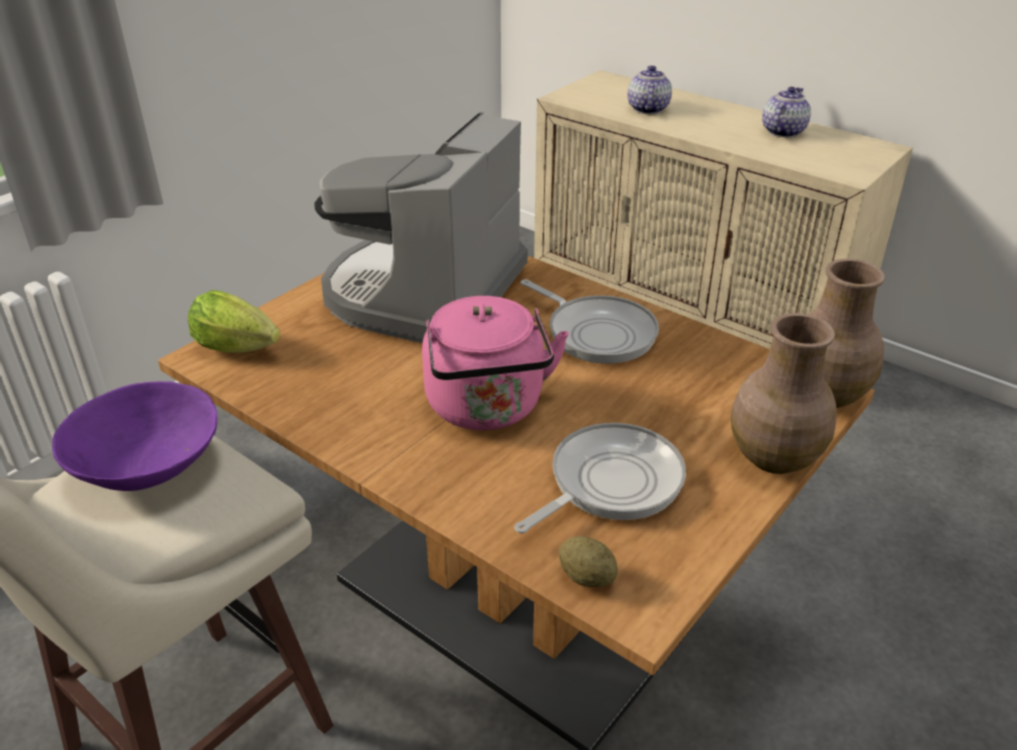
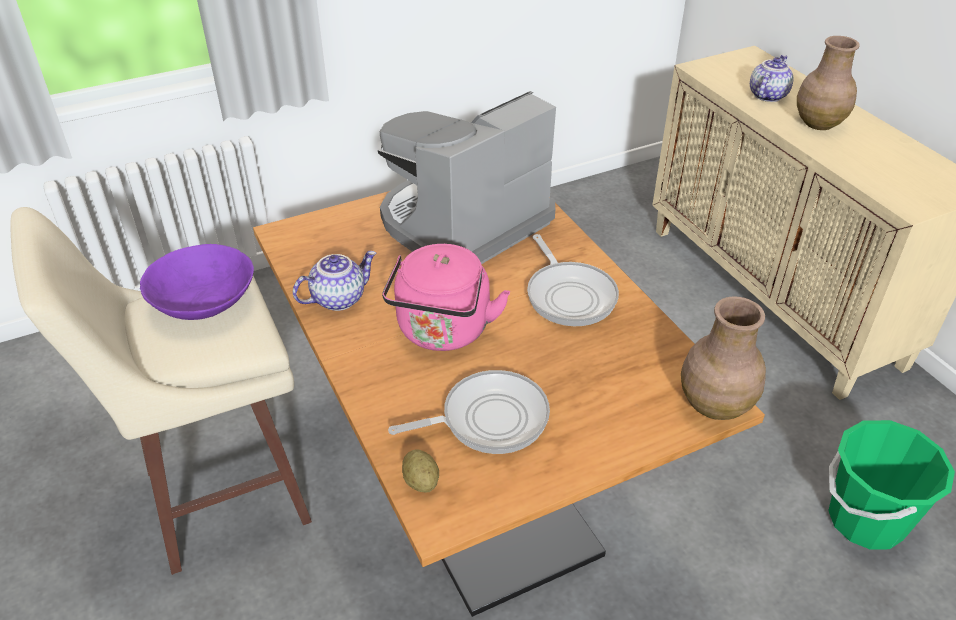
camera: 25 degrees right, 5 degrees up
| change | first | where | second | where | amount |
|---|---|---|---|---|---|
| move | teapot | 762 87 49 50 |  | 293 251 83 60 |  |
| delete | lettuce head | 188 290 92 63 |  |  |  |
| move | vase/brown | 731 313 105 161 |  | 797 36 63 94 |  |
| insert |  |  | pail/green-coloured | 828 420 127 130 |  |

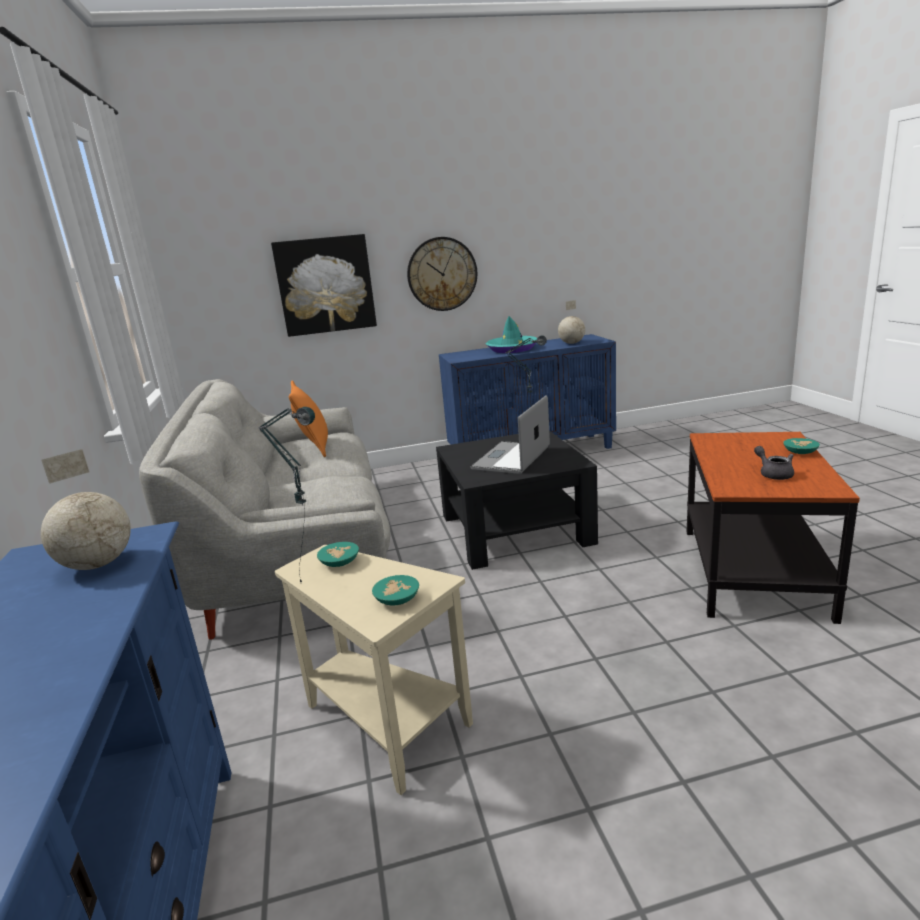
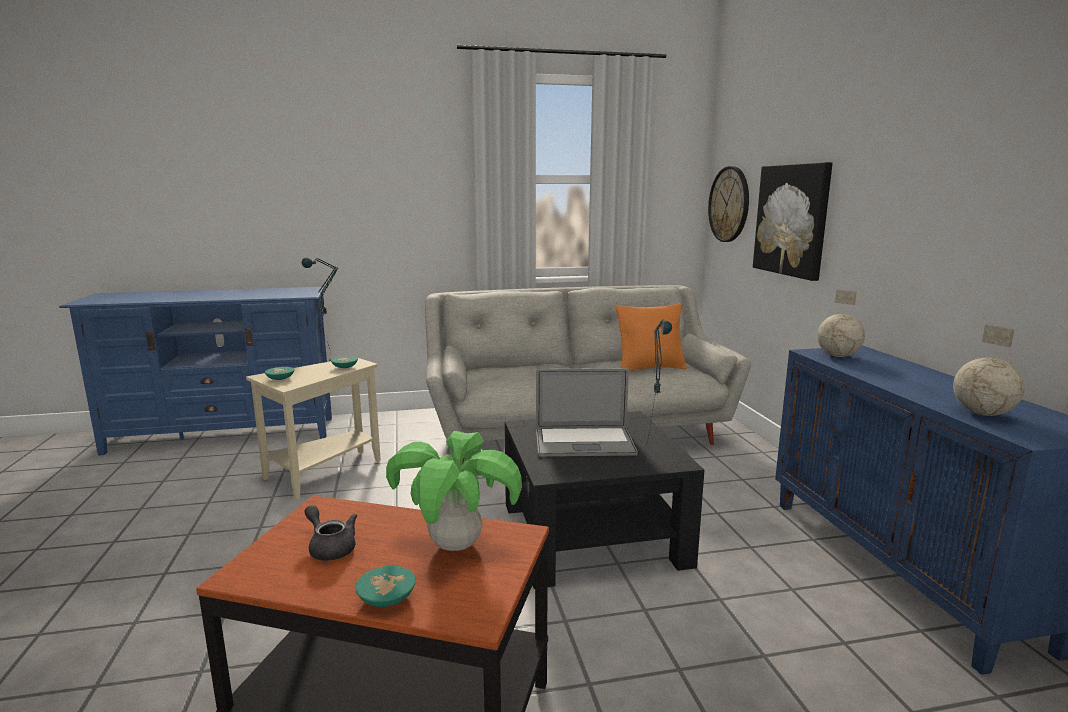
camera: 90 degrees right, 5 degrees down
| change | first | where | second | where | amount |
|---|---|---|---|---|---|
| move | wall clock | 407 237 70 74 |  | 708 166 41 76 |  |
| delete | hat/turquoise | 486 316 51 37 |  |  |  |
| rotate | portable computer | 470 395 80 79 |  | 536 368 102 89 | 150 degrees clockwise |
| rotate | teapot/gray | 754 446 40 34 |  | 305 505 52 56 | 120 degrees counterclockwise |
| move | desk globe | 41 449 90 121 |  | 817 289 48 68 |  |
| insert |  |  | potted plant | 386 431 136 120 |  |

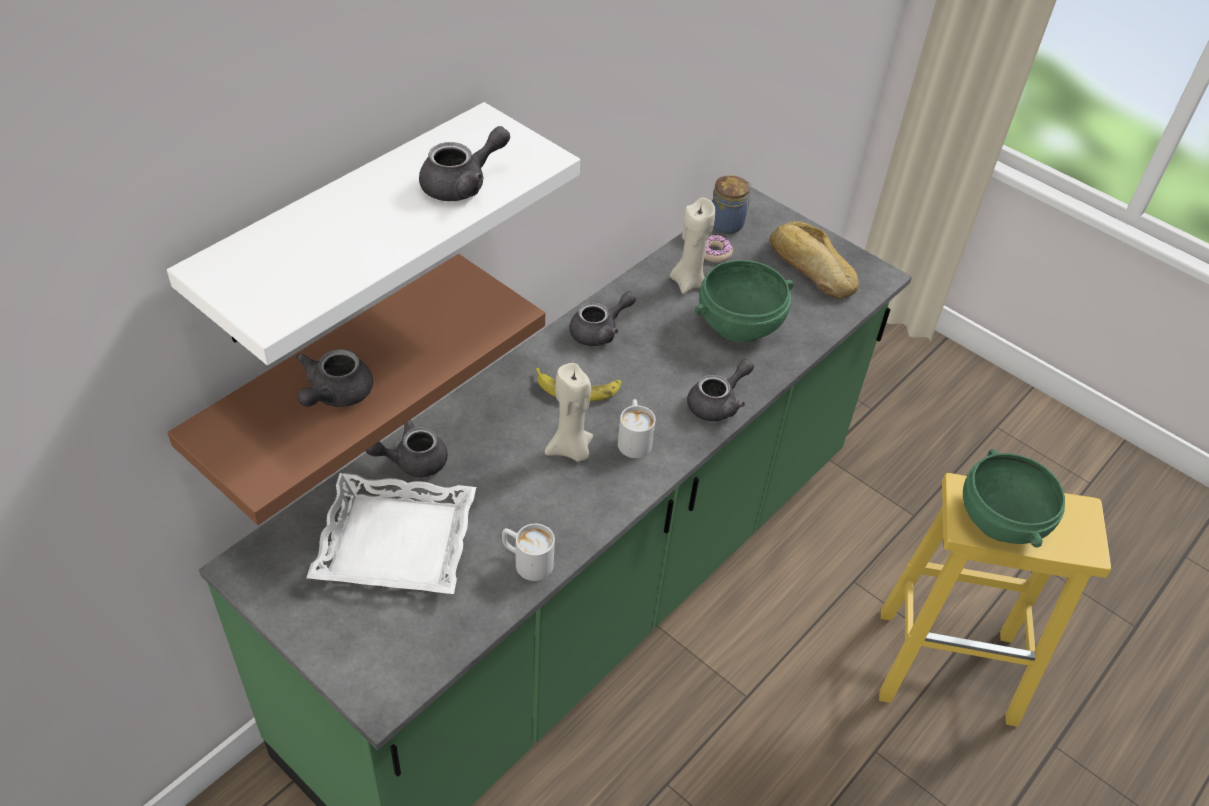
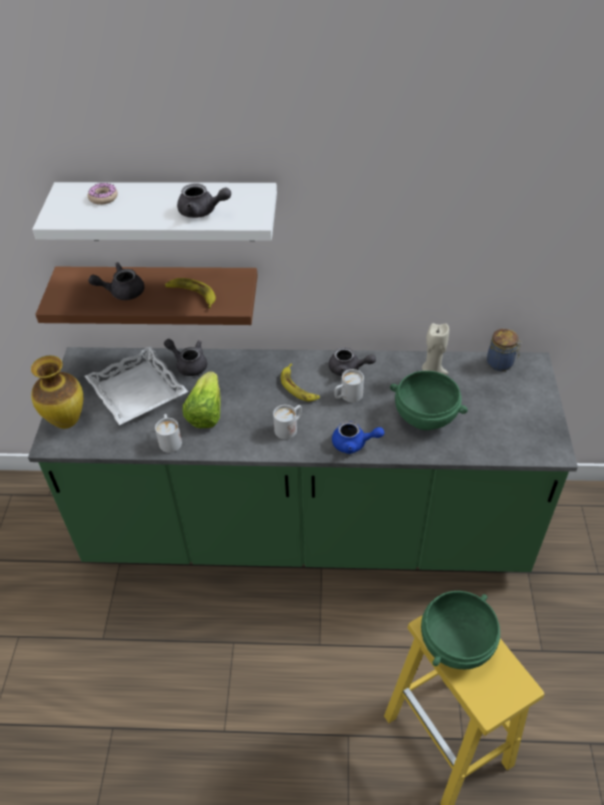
camera: 55 degrees right, 0 degrees up
| change | first | where | second | where | amount |
|---|---|---|---|---|---|
| delete | bread | 770 221 89 77 |  |  |  |
| move | doughnut | 704 235 29 27 |  | 88 183 30 22 |  |
| recolor | teapot/gray | 687 359 67 62 | teapot/blue-coloured | 332 421 52 33 |  |
| delete | candle/beige | 545 363 48 99 |  |  |  |
| insert |  |  | whole banana | 165 278 51 30 |  |
| insert |  |  | vase | 31 356 52 73 |  |
| insert |  |  | mug/whitish | 334 369 30 33 |  |
| insert |  |  | lettuce head | 182 371 39 57 |  |

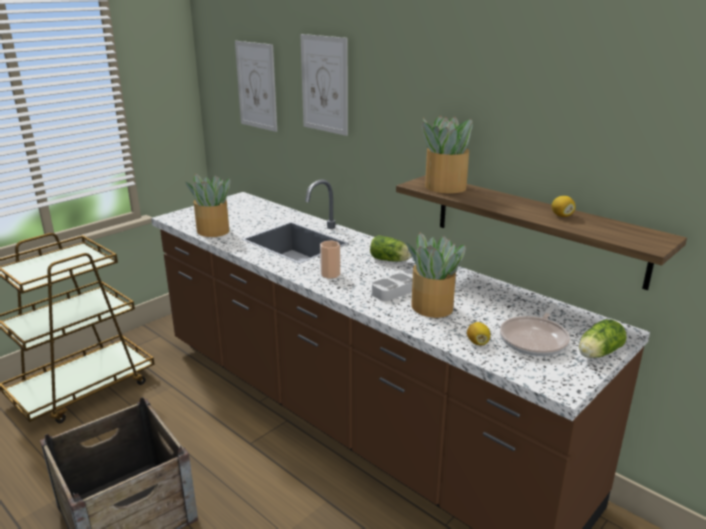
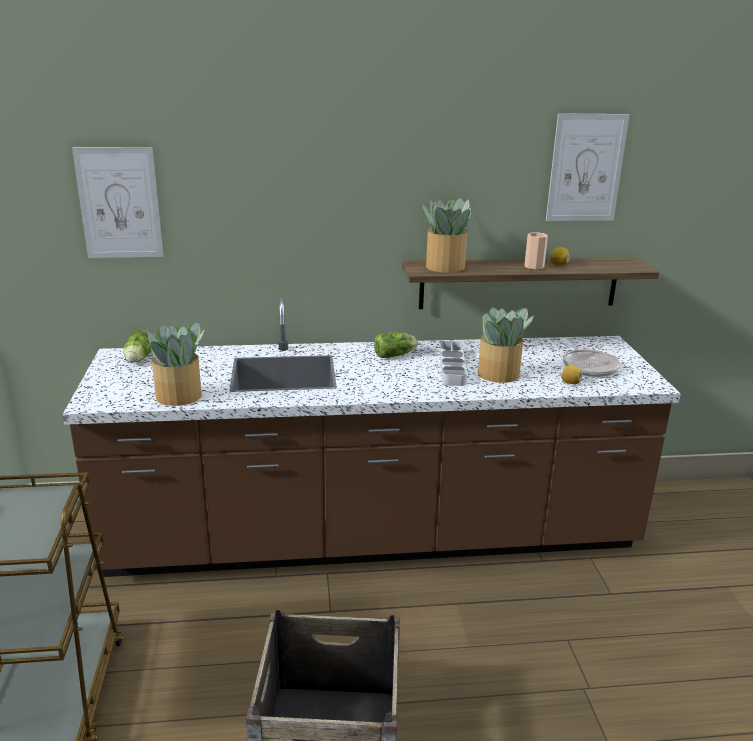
camera: 50 degrees left, 0 degrees up
| change | first | where | second | where | amount |
|---|---|---|---|---|---|
| move | wall picture | 300 34 48 102 |  | 546 113 84 108 |  |
| move | cup | 320 240 20 38 |  | 524 232 24 38 |  |
| move | lettuce head | 579 319 48 39 |  | 124 330 27 33 |  |

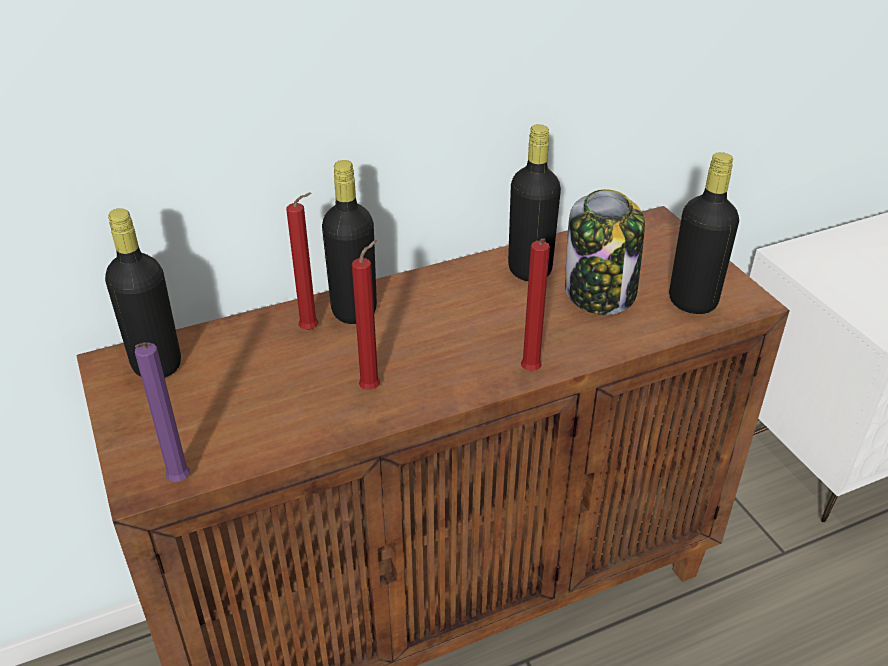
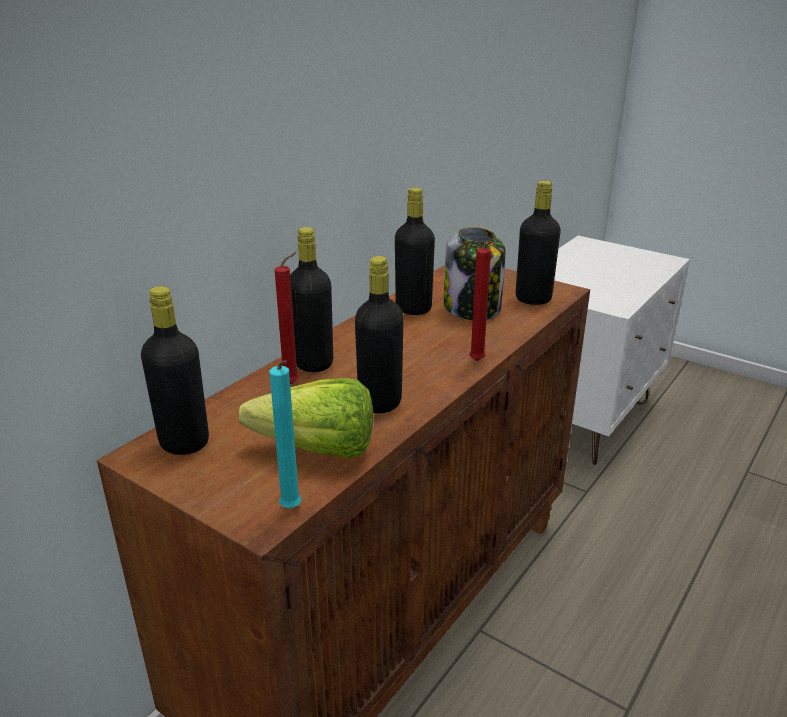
camera: 30 degrees left, 10 degrees down
| change | first | where | second | where | amount |
|---|---|---|---|---|---|
| replace | candle/reddish | 352 240 28 150 | beverage bottle/black-coloured | 355 256 49 157 |  |
| recolor | candle/purple-coloured | 135 342 55 140 | candle/turquoise | 269 360 32 148 |  |
| insert |  |  | lettuce head | 239 378 134 81 |  |

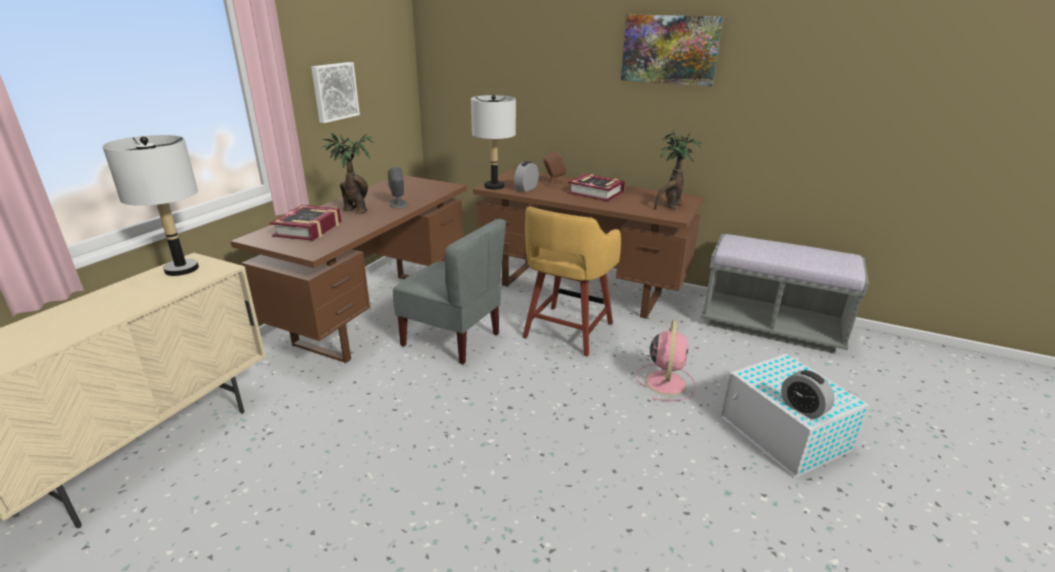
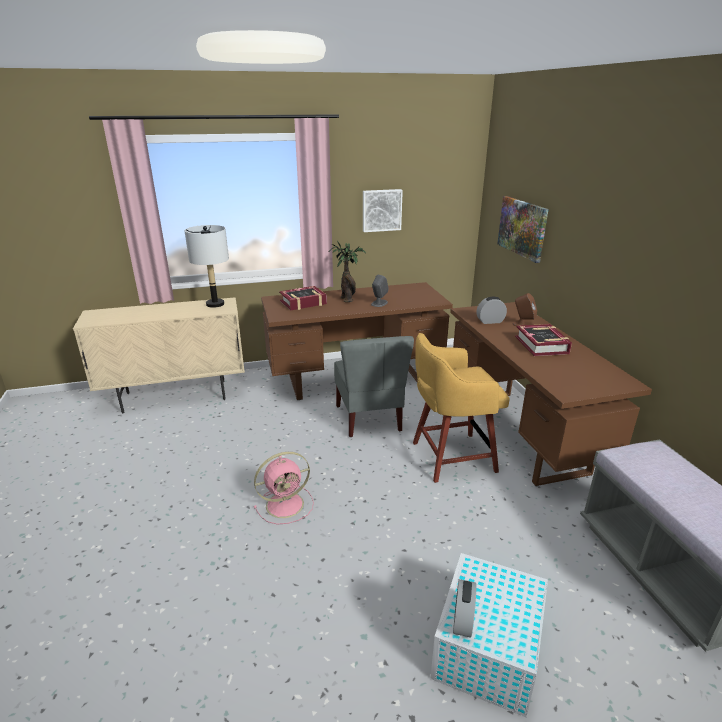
camera: 50 degrees right, 0 degrees up
| change | first | where | second | where | amount |
|---|---|---|---|---|---|
| move | wall picture | 621 14 102 72 |  | 497 196 52 67 |  |
| delete | lamp for a table/gray | 471 95 45 95 |  |  |  |
| delete | potted plant | 654 130 48 79 |  |  |  |
| move | fan/pinkish | 636 320 59 81 |  | 254 452 60 73 |  |

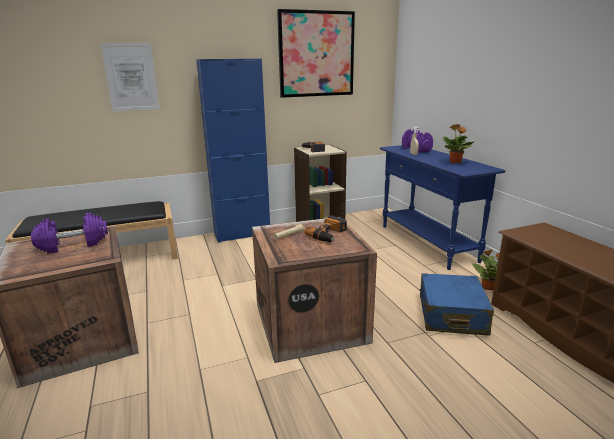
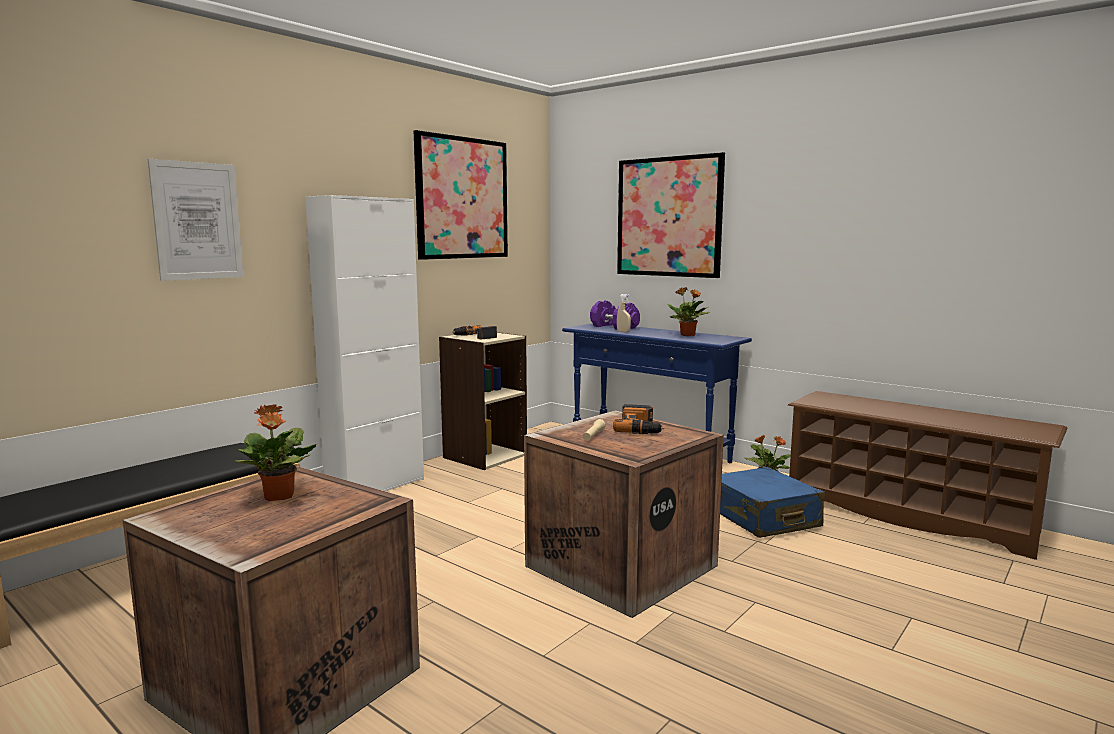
camera: 30 degrees left, 10 degrees down
| change | first | where | second | where | amount |
|---|---|---|---|---|---|
| recolor | cabinet/blue-coloured | 196 59 74 184 | cabinet/whitish | 305 195 119 296 |  |
| replace | free weight/purple-coloured | 31 212 77 42 | potted plant | 235 404 82 97 |  |
| insert |  |  | wall picture | 617 152 108 126 |  |

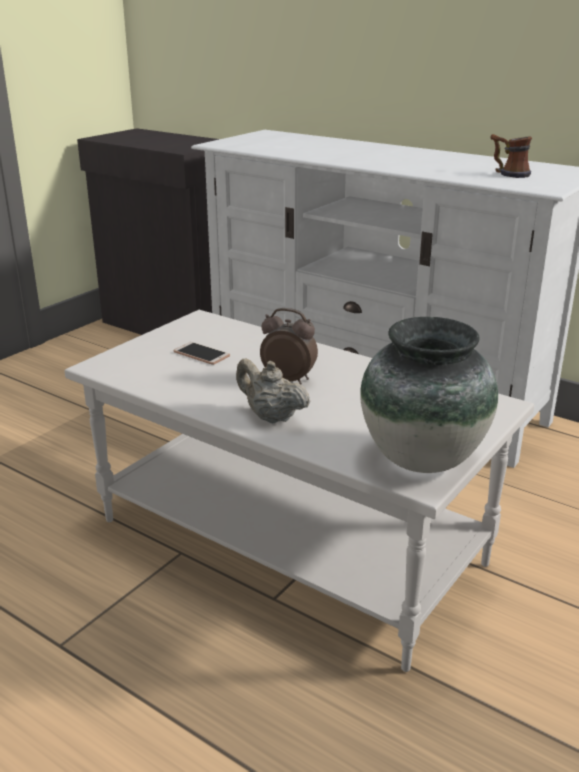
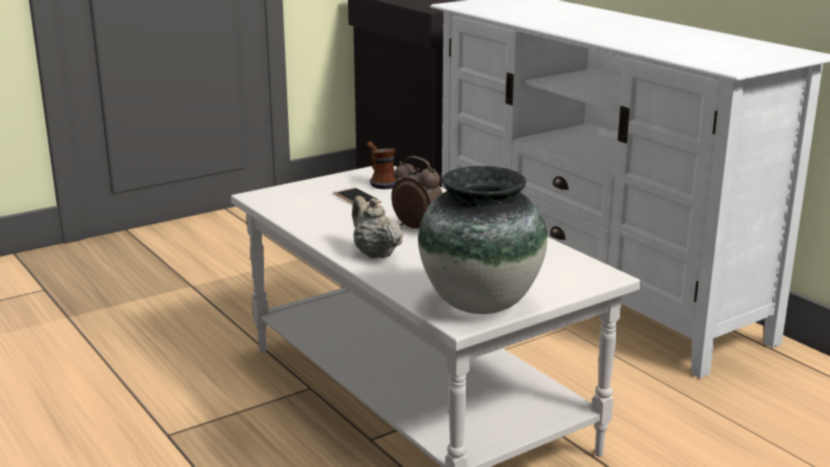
camera: 20 degrees right, 5 degrees down
| change | first | where | second | where | amount |
|---|---|---|---|---|---|
| move | mug | 490 134 42 44 |  | 367 141 32 48 |  |

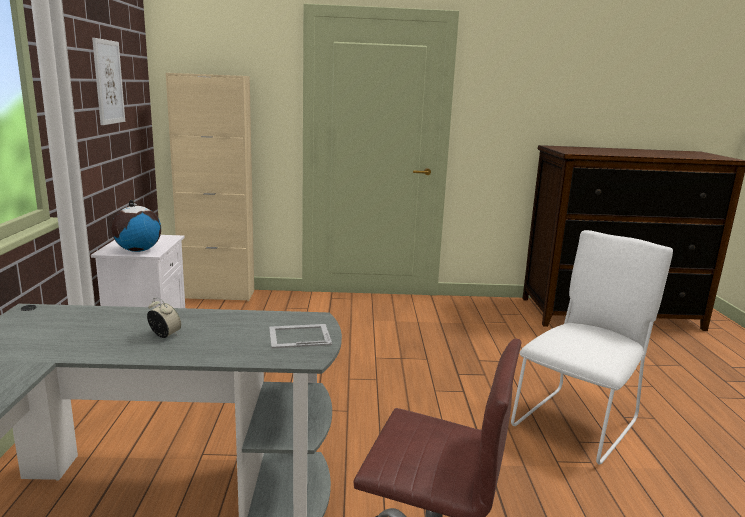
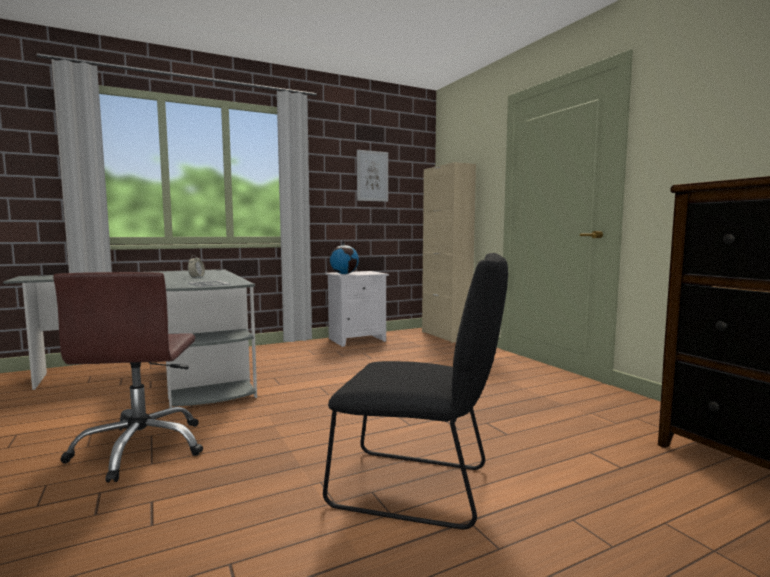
camera: 65 degrees right, 10 degrees down
| change | first | where | second | where | amount |
|---|---|---|---|---|---|
| recolor | plain chair/whitish | 511 230 162 235 | plain chair/black-coloured | 323 253 185 276 |  |

